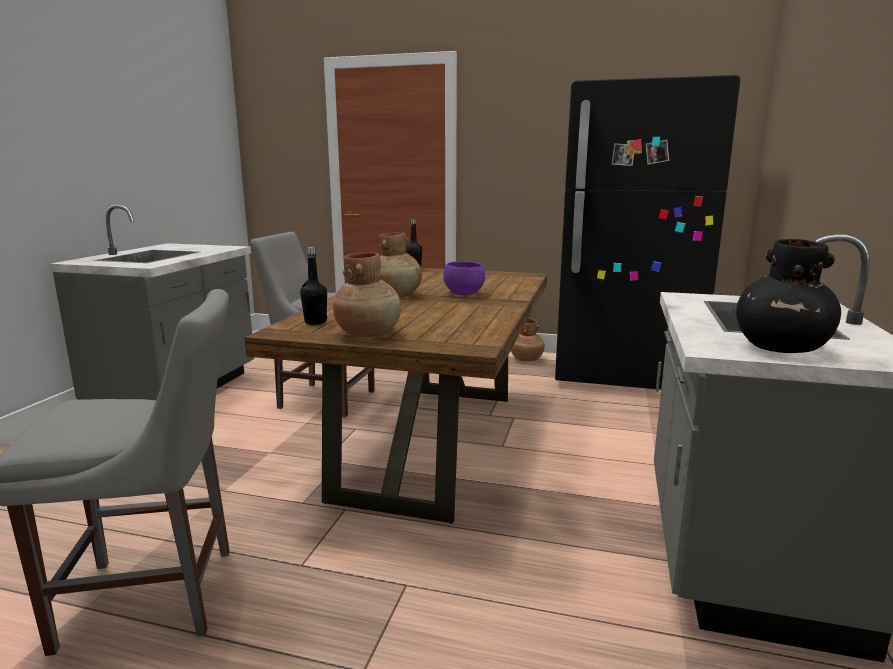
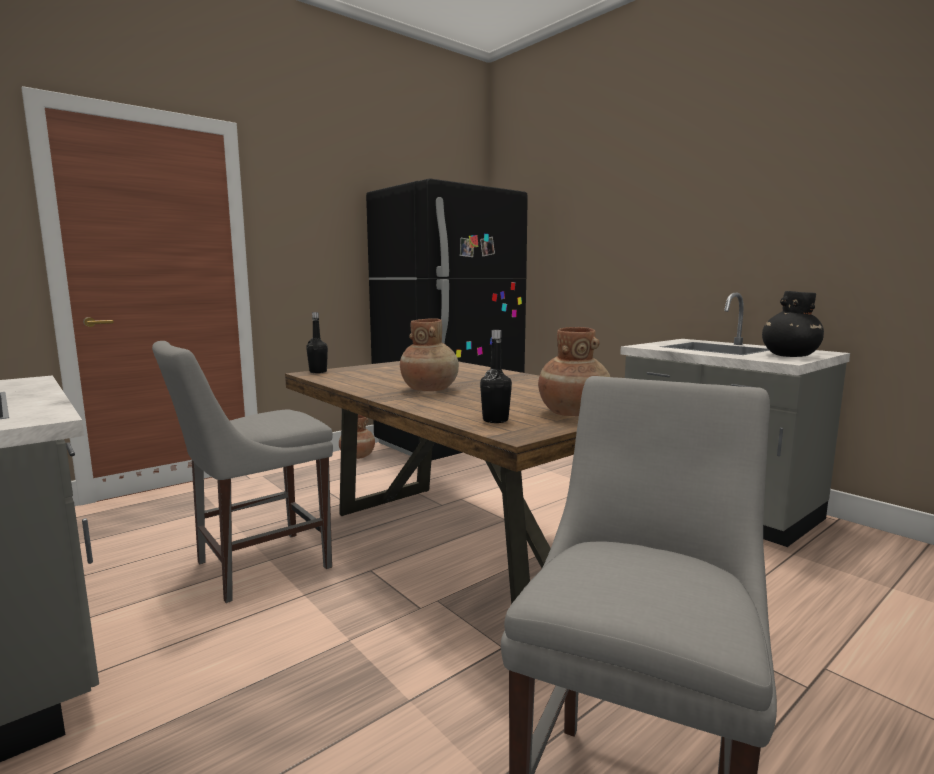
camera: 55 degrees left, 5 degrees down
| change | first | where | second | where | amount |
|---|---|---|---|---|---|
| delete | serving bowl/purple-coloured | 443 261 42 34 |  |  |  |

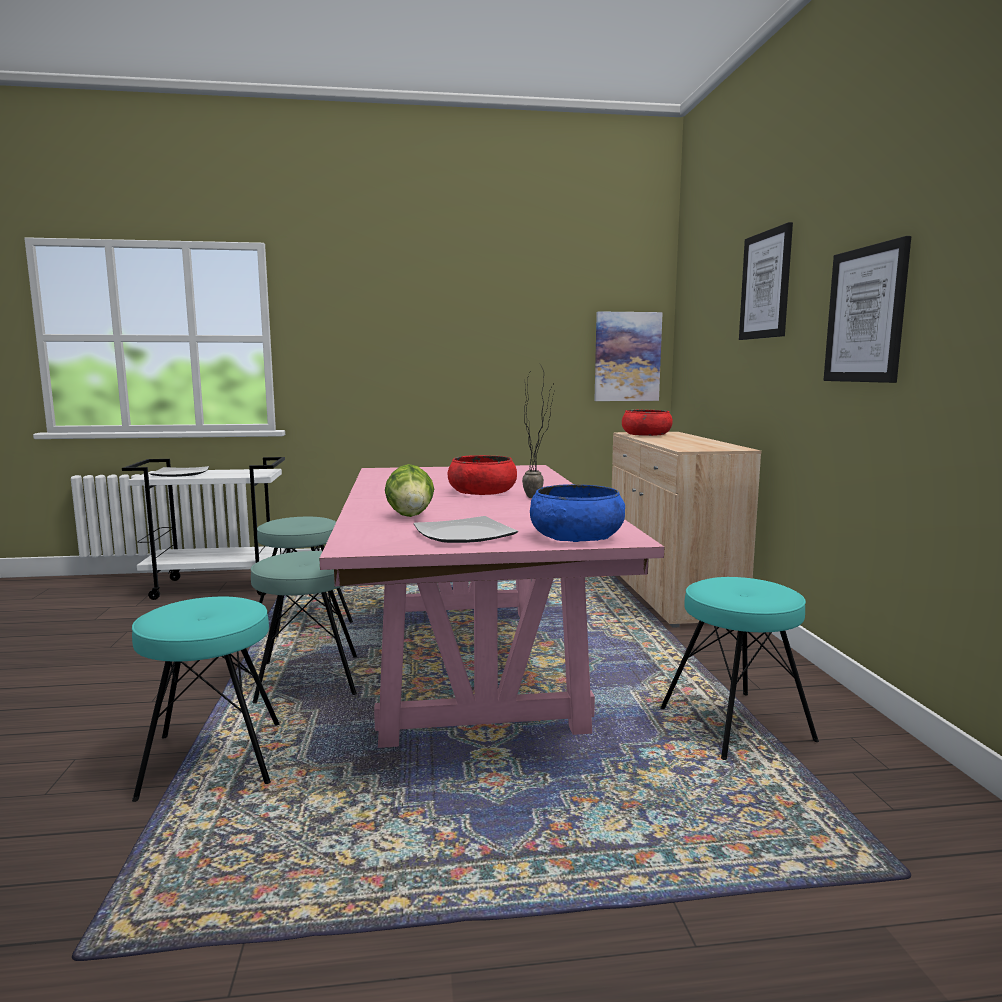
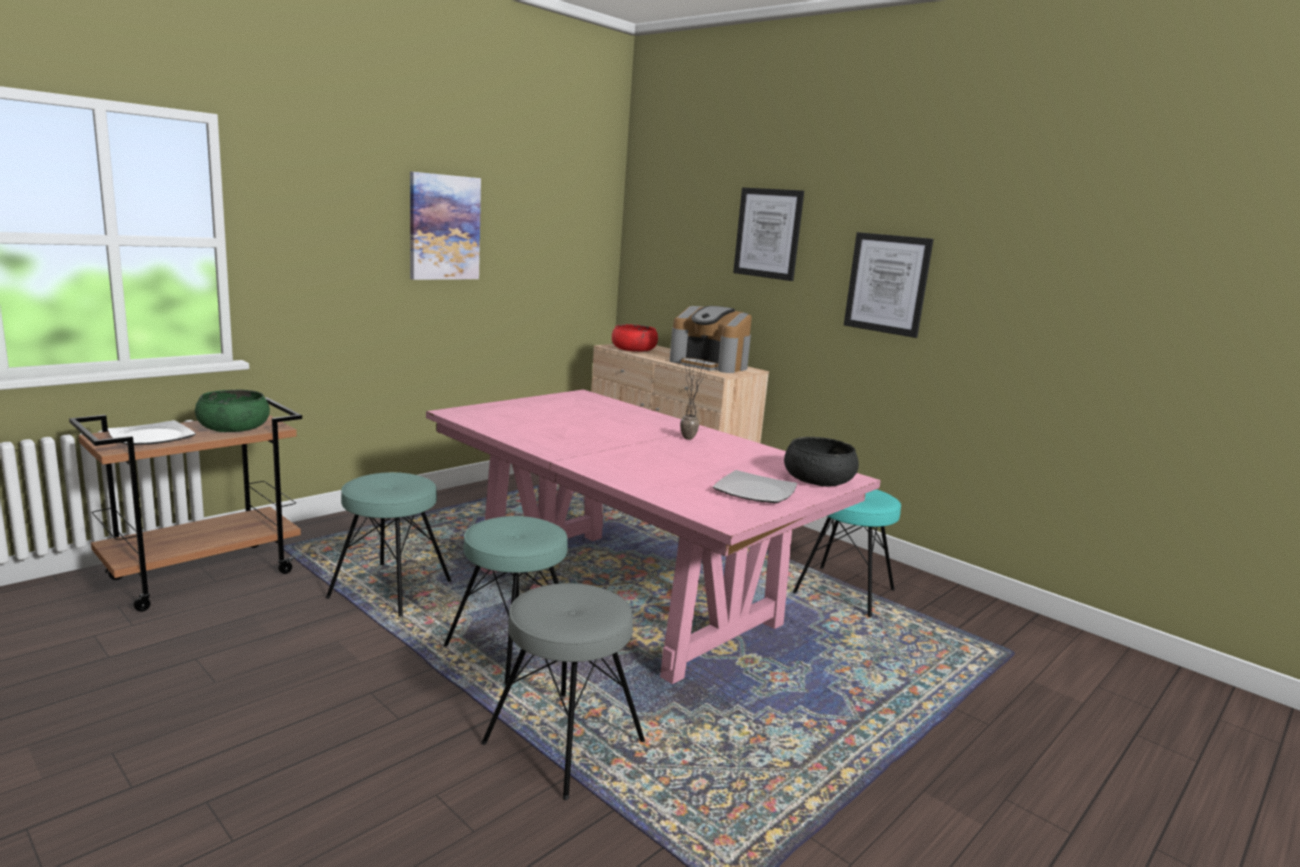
camera: 40 degrees left, 5 degrees up
| change | first | where | second | where | amount |
|---|---|---|---|---|---|
| move | wall picture | 594 311 69 90 |  | 410 171 71 109 |  |
| delete | serving bowl/reddish | 448 455 69 40 |  |  |  |
| recolor | cart/whitish | 122 457 164 143 | cart/brown | 69 397 233 215 |  |
| delete | lettuce head | 385 464 49 53 |  |  |  |
| recolor | serving bowl/blue-coloured | 530 484 95 58 | serving bowl/black-coloured | 784 437 75 50 |  |
| recolor | stool/turquoise | 132 597 148 205 | stool/gray | 481 583 164 217 |  |
| insert |  |  | coffee brewer | 669 306 83 67 |  |
| insert |  |  | serving bowl/green-coloured | 195 390 75 42 |  |

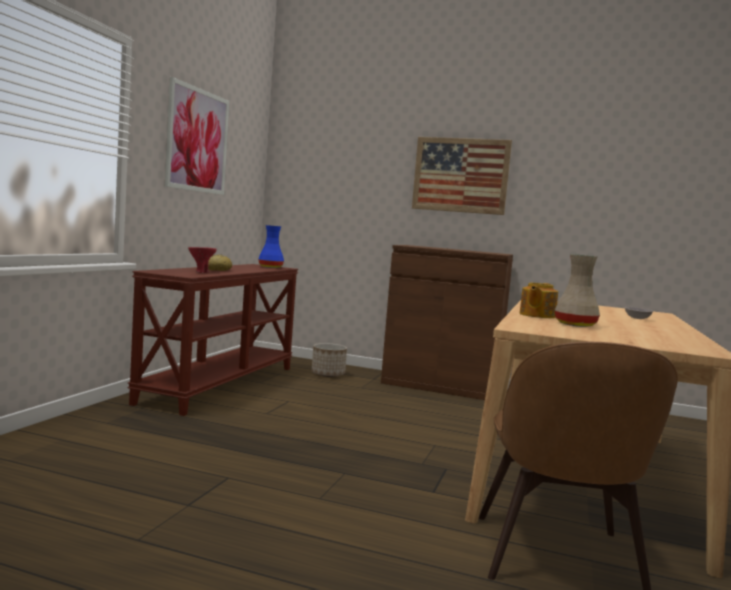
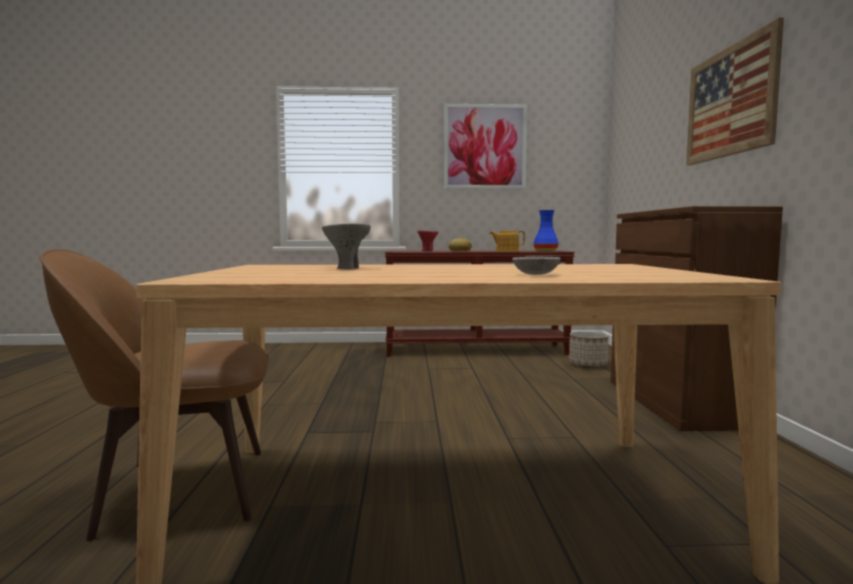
camera: 70 degrees right, 0 degrees up
| change | first | where | second | where | amount |
|---|---|---|---|---|---|
| replace | vase/beige | 555 254 45 73 | serving bowl/gray | 322 223 49 46 |  |
| move | teapot | 520 283 38 35 |  | 489 231 36 20 |  |

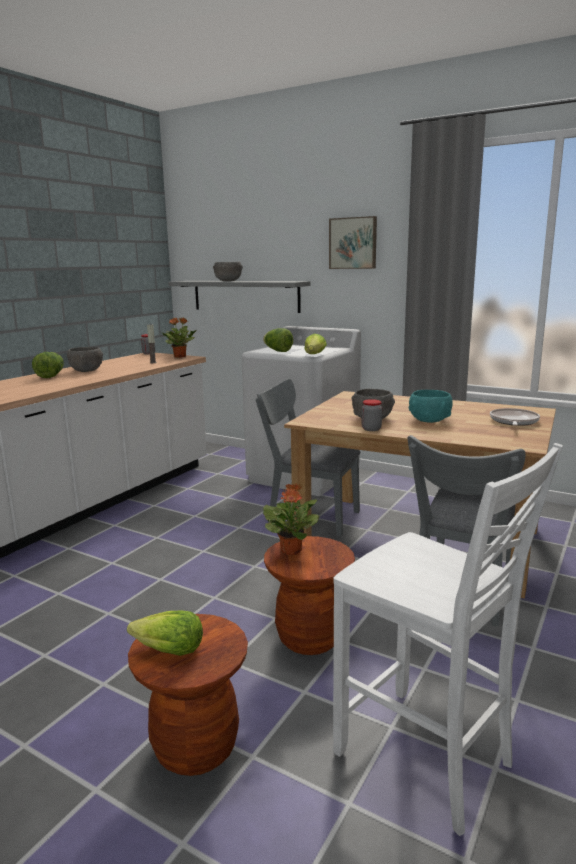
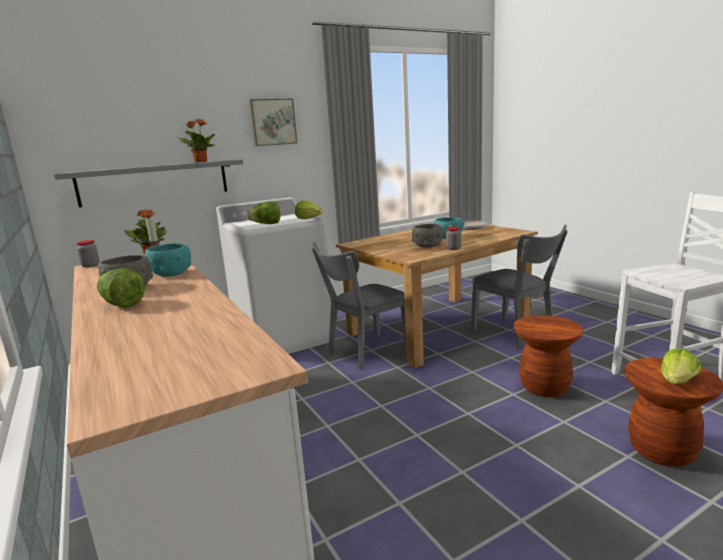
camera: 60 degrees left, 0 degrees up
| change | first | where | second | where | amount |
|---|---|---|---|---|---|
| delete | serving bowl/gray | 213 262 30 19 |  |  |  |
| move | potted plant | 263 483 56 72 |  | 177 119 38 44 |  |
| insert |  |  | serving bowl/turquoise | 145 243 46 34 |  |

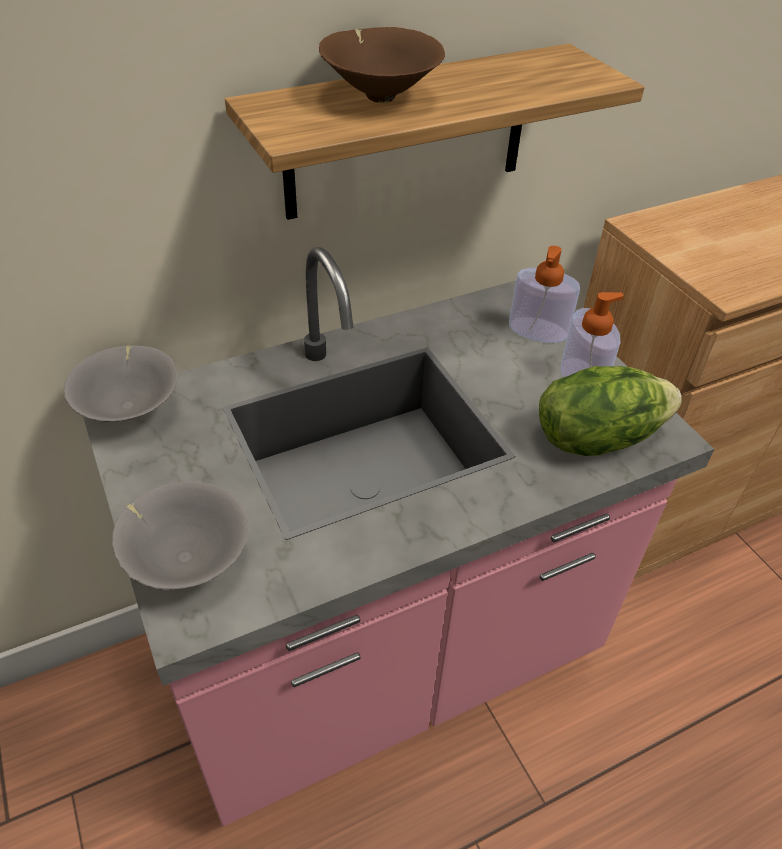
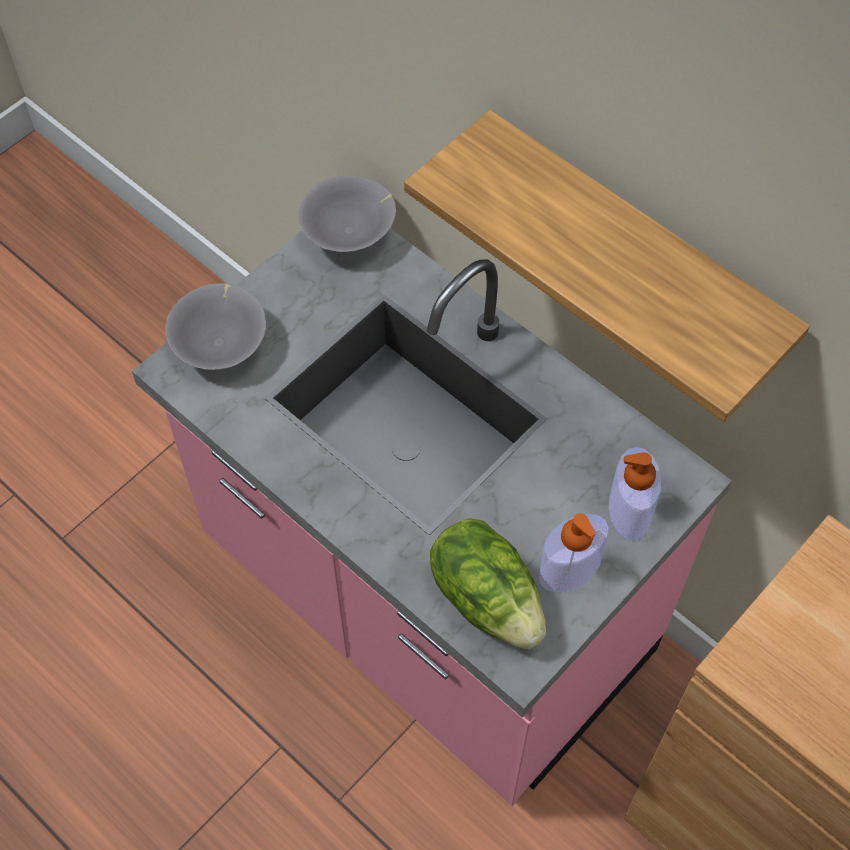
camera: 70 degrees right, 15 degrees up
| change | first | where | second | where | amount |
|---|---|---|---|---|---|
| delete | serving bowl/brown | 319 27 126 76 |  |  |  |

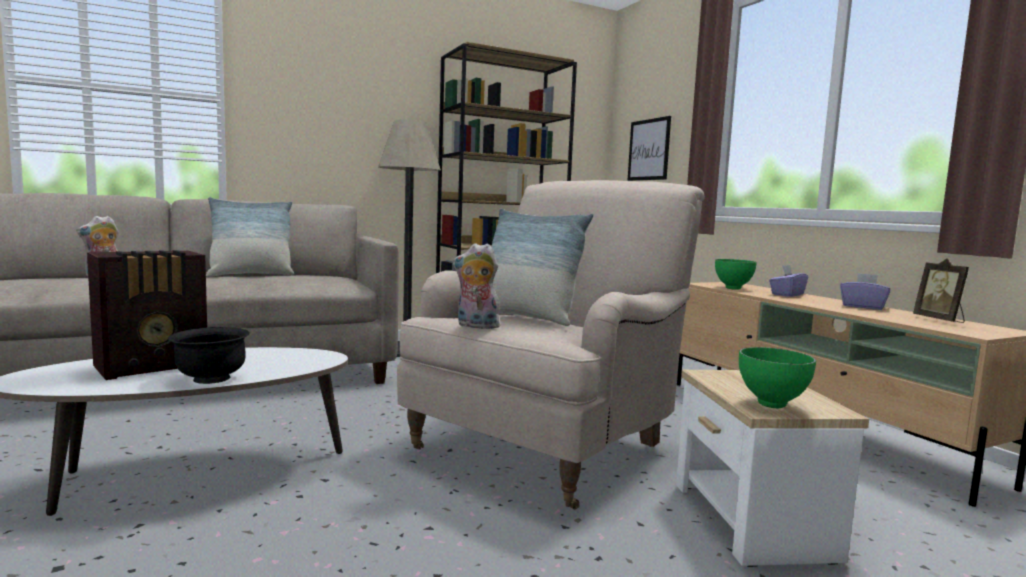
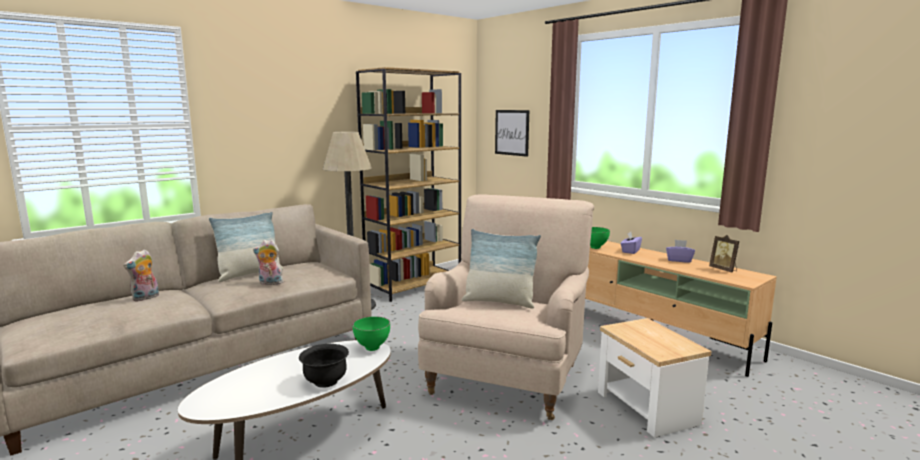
camera: 15 degrees left, 5 degrees up
| change | first | where | second | where | amount |
|---|---|---|---|---|---|
| move | cuddly toy | 453 243 47 86 |  | 253 239 32 46 |  |
| delete | radio | 87 250 120 130 |  |  |  |
| move | serving bowl/green-coloured | 739 347 77 61 |  | 353 316 37 35 |  |

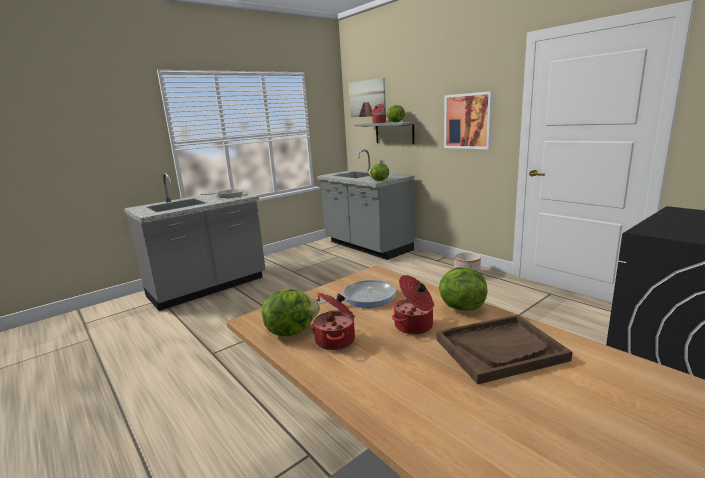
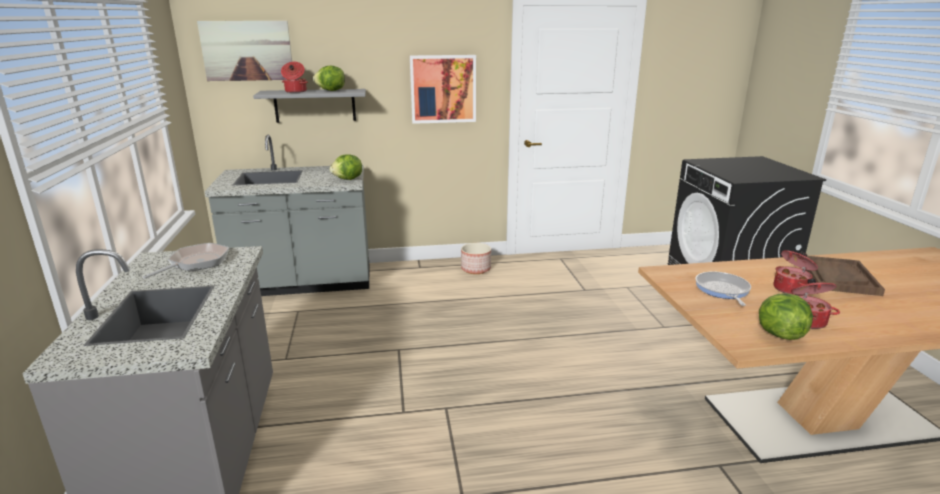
camera: 60 degrees left, 5 degrees up
| change | first | where | second | where | amount |
|---|---|---|---|---|---|
| delete | lettuce head | 439 267 49 44 |  |  |  |

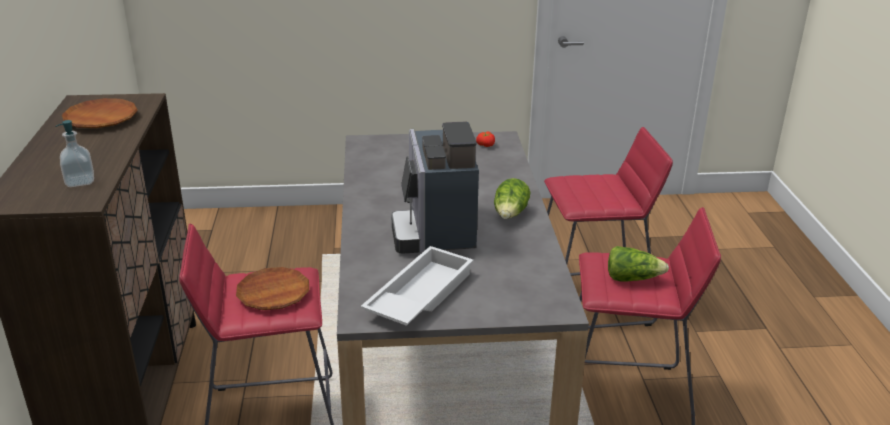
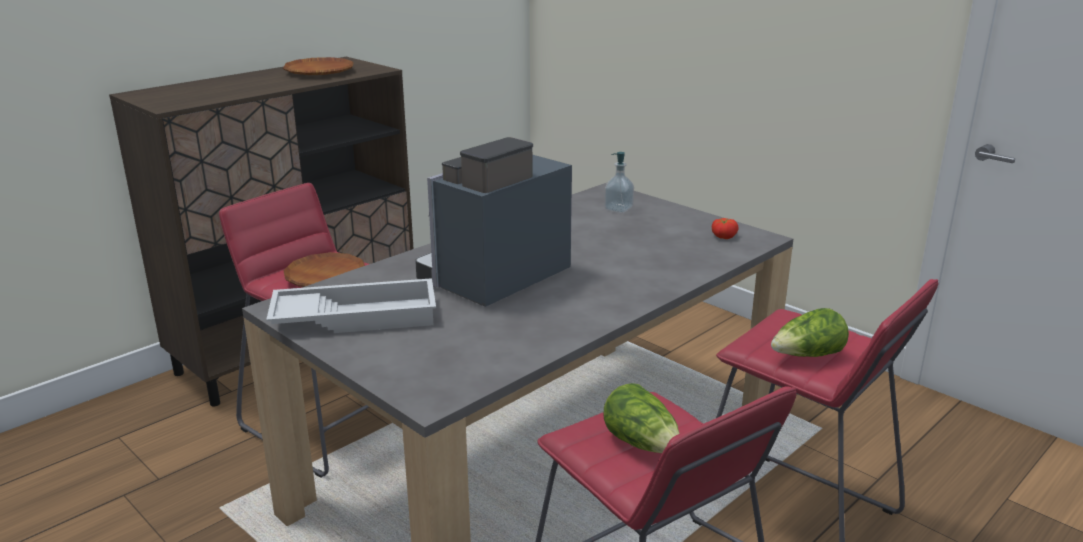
camera: 50 degrees right, 5 degrees down
| change | first | where | second | where | amount |
|---|---|---|---|---|---|
| move | liquid soap bottle | 55 120 39 67 |  | 604 152 30 61 |  |
| move | lettuce head | 494 178 37 41 |  | 771 308 78 49 |  |

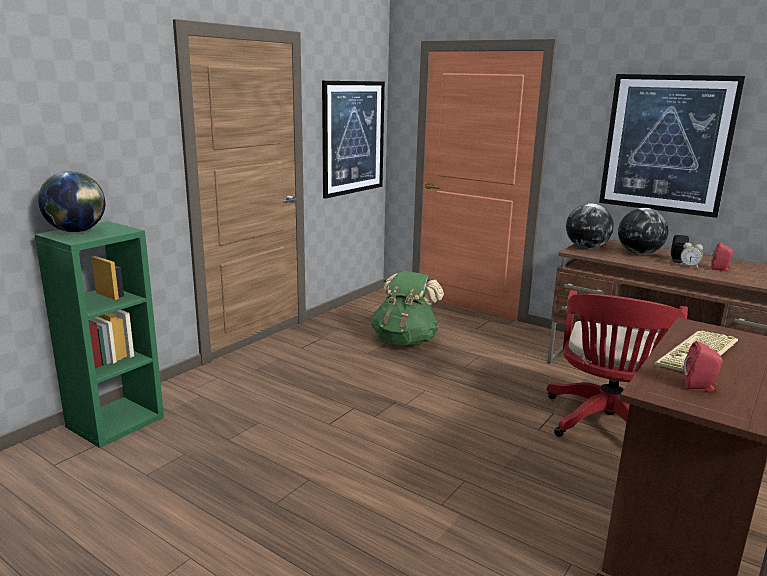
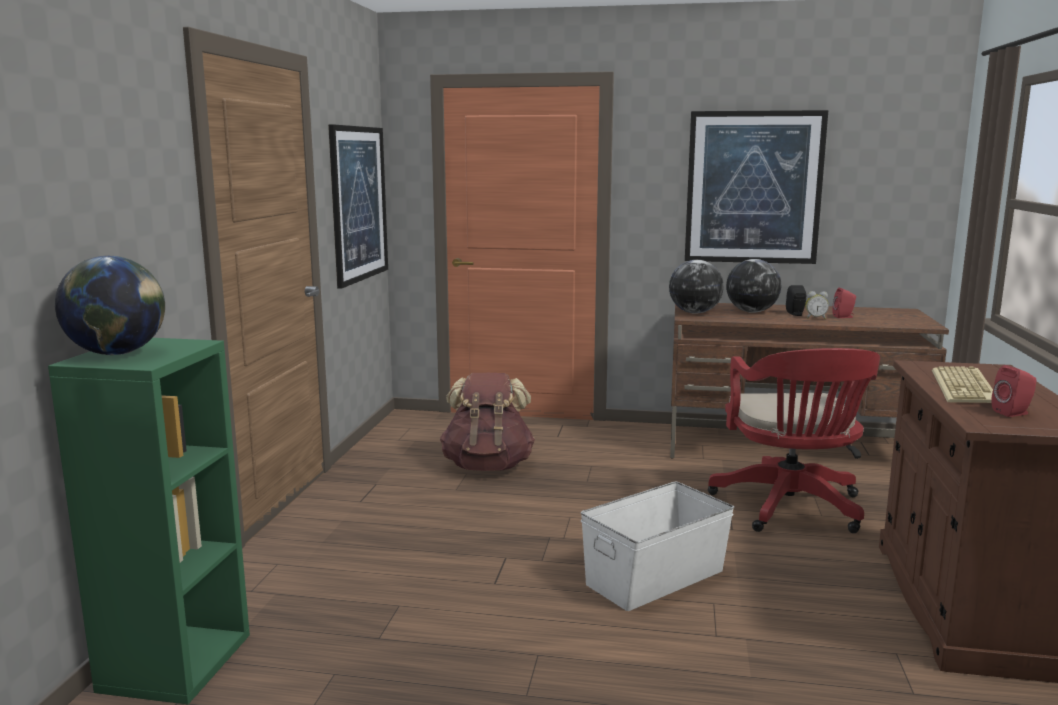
camera: 25 degrees left, 5 degrees down
| change | first | where | second | where | amount |
|---|---|---|---|---|---|
| recolor | knapsack/green-coloured | 372 271 72 75 | knapsack/brown | 440 373 95 98 |  |
| insert |  |  | storage box/whitish | 581 482 153 129 |  |

